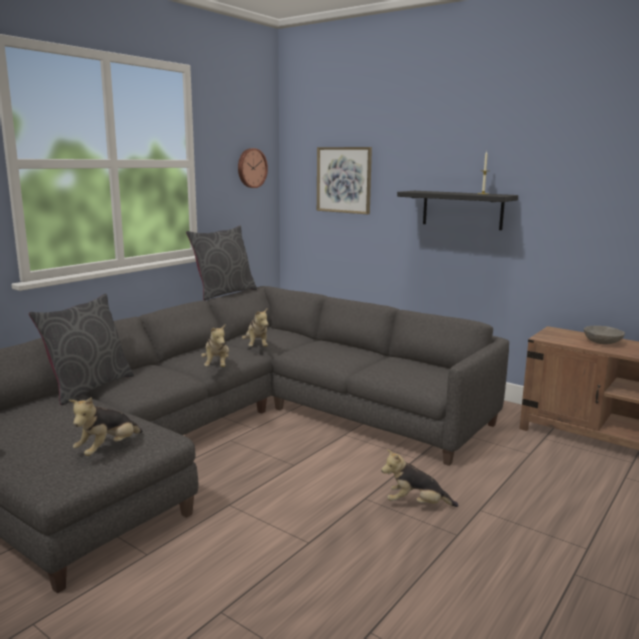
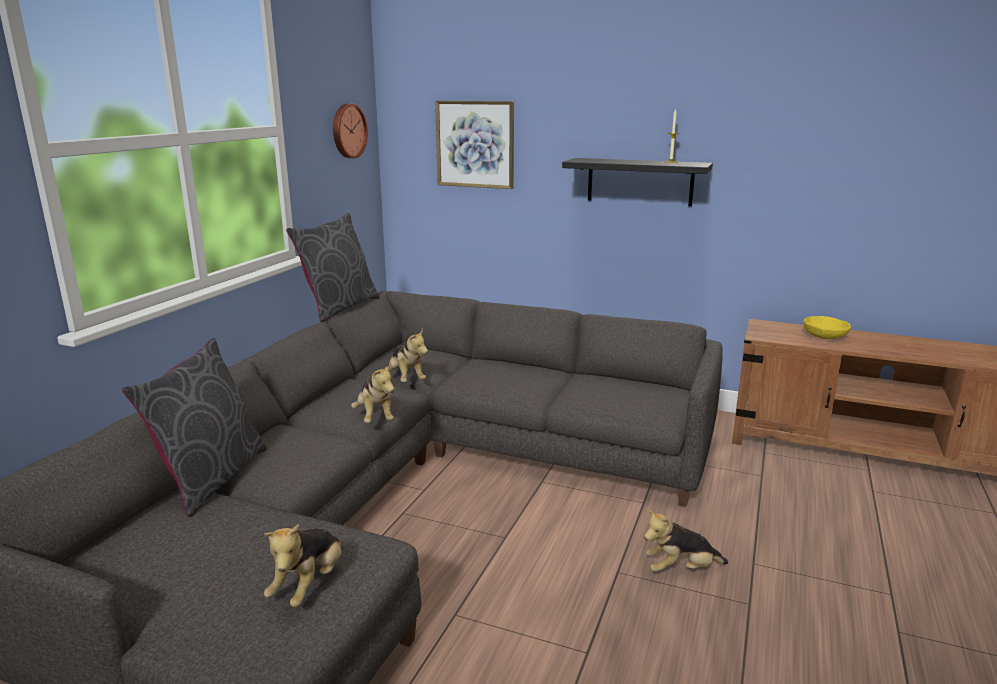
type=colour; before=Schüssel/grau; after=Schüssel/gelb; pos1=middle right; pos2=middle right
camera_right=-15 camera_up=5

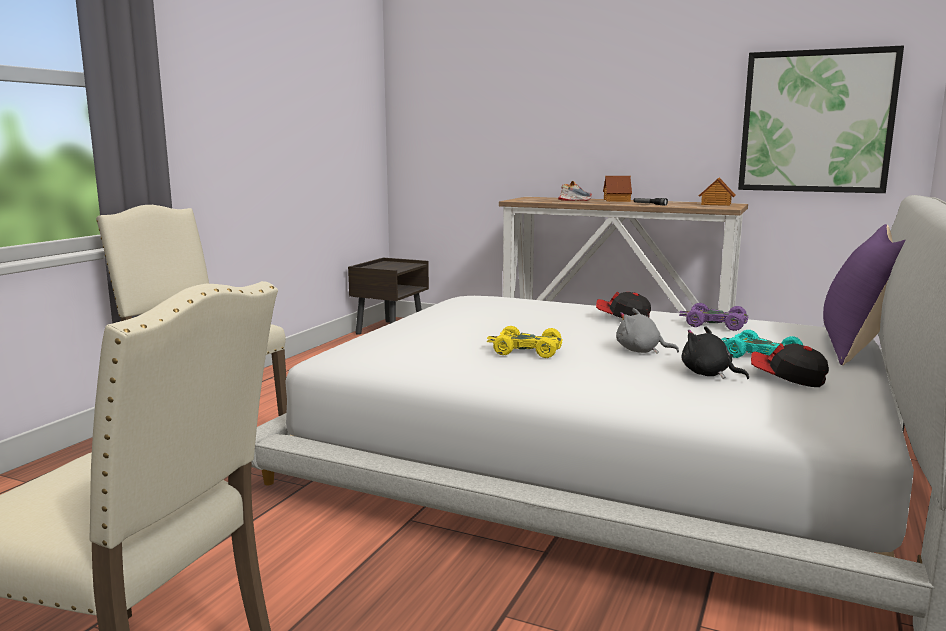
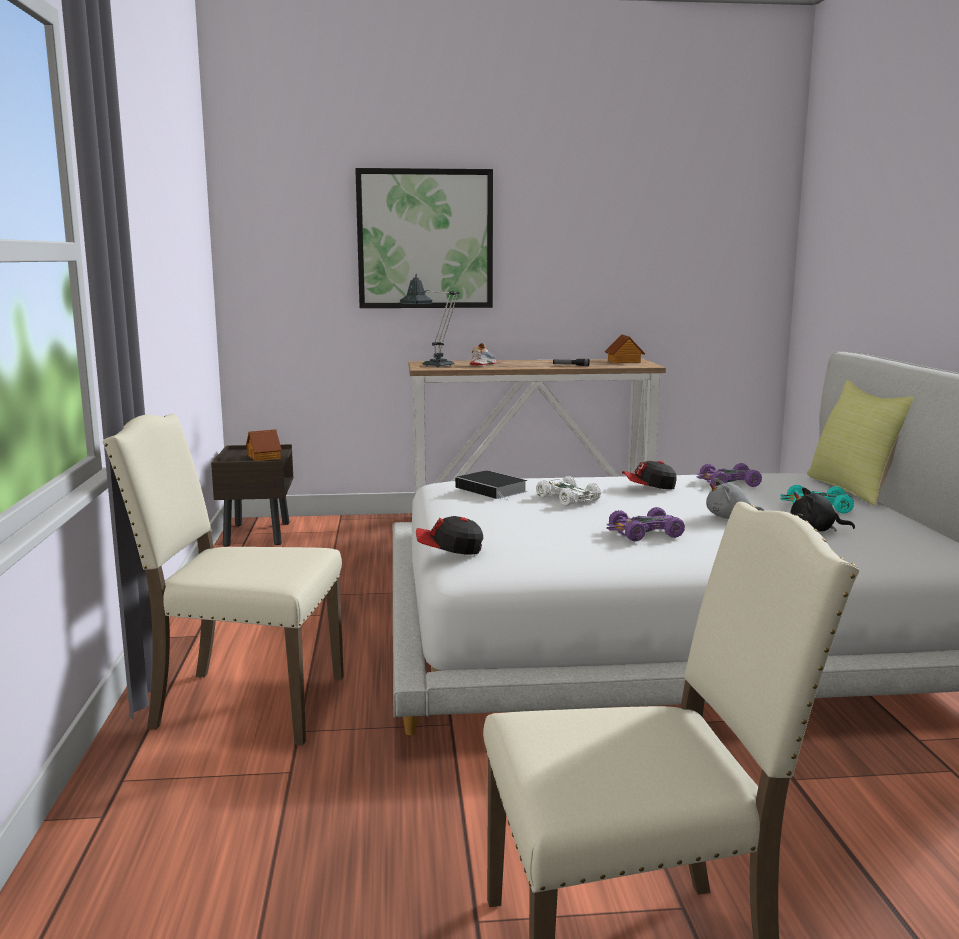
type=appeared; after=Tischlampe; pos2=centre
type=appeared; after=Buch; pos2=centre
type=appeared; after=Spielzeugauto/weiß; pos2=centre
type=relocated; before=Spielzeughaus (no. 1 from left); pos1=top centre; pos2=middle left
type=relocated; before=Bild; pos1=top right; pos2=top centre
type=relocated; before=Kappe (no. 2 from left in the first image); after=Kappe (no. 1 from left); pos1=middle right; pos2=centre
type=colour; before=Spielzeugauto/gelb; after=Spielzeugauto/lila (no. 1 from left); pos1=centre; pos2=middle right
type=colour; before=Kissen/lila; after=Kissen/gelb; pos1=middle right; pos2=middle right
camera_right=-30 camera_up=0

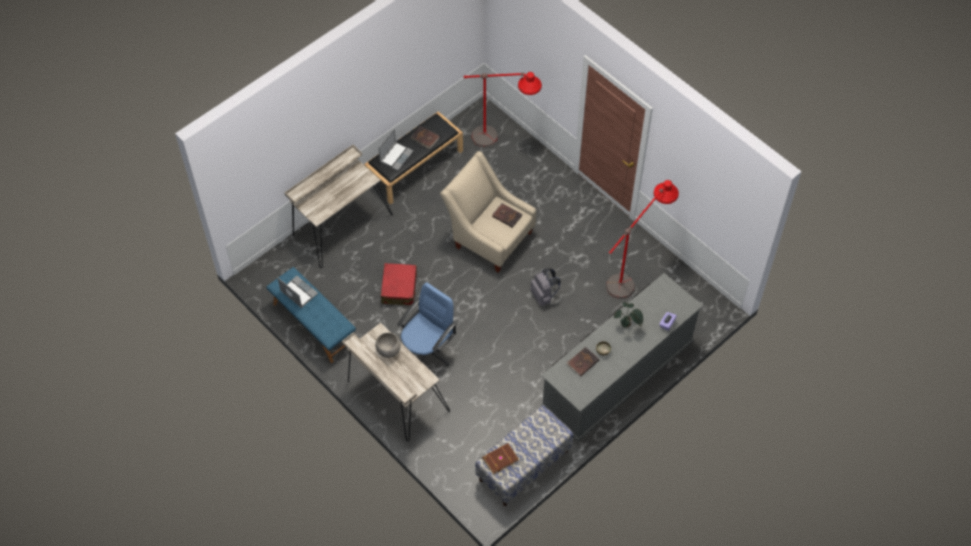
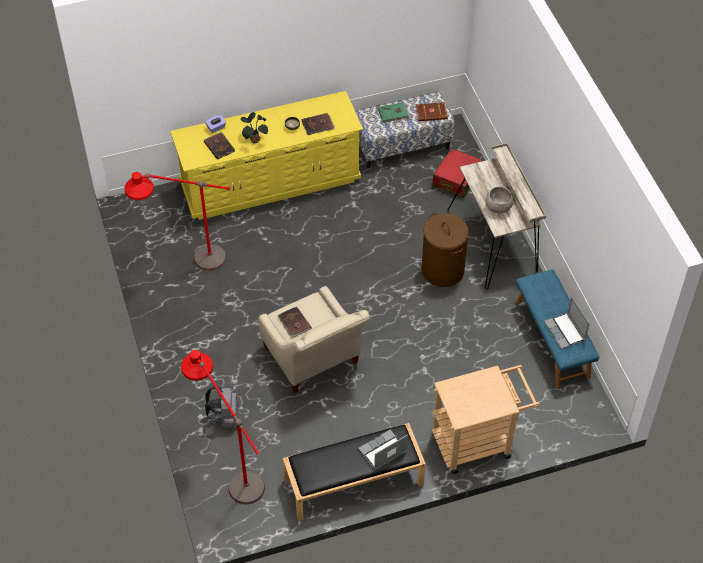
type=appeared; after=Buch/grün; pos2=top centre
type=relocated; before=Koffer/rot; pos1=centre; pos2=top centre
type=relocated; before=Buch/braun (no. 1 from left); pos1=top centre; pos2=top left
type=relocated; before=Rucksack/grau; pos1=centre; pos2=bottom left
type=exchanged; before=Schreibtisch/beige (no. 1 from left); after=Rollwagen/beige; pos1=centre; pos2=bottom right
type=exchanged; before=Bürostuhl/blau; after=Wäschekorb/braun; pos1=centre; pos2=centre
type=colour; before=Kommode/grau; after=Kommode/gelb; pos1=centre; pos2=top centre
camera_right=-155 camera_up=-5

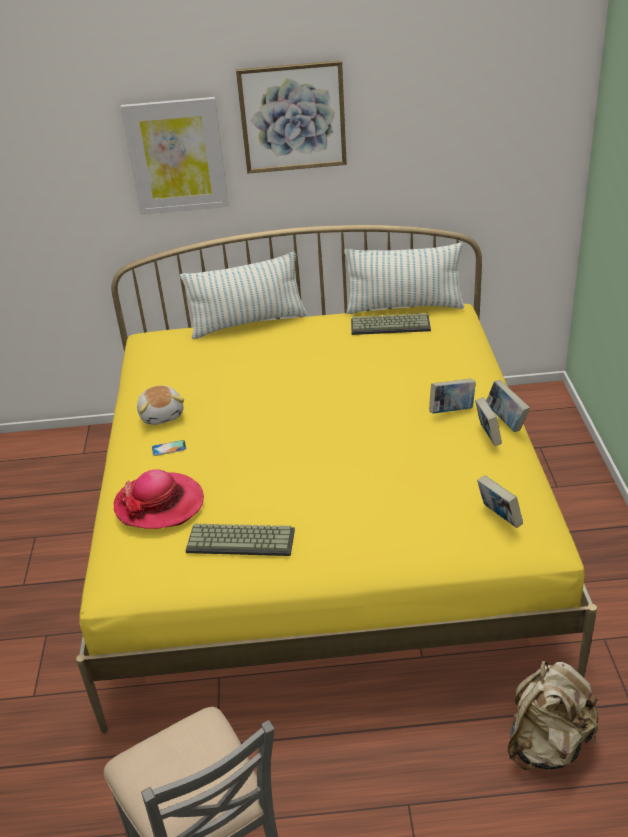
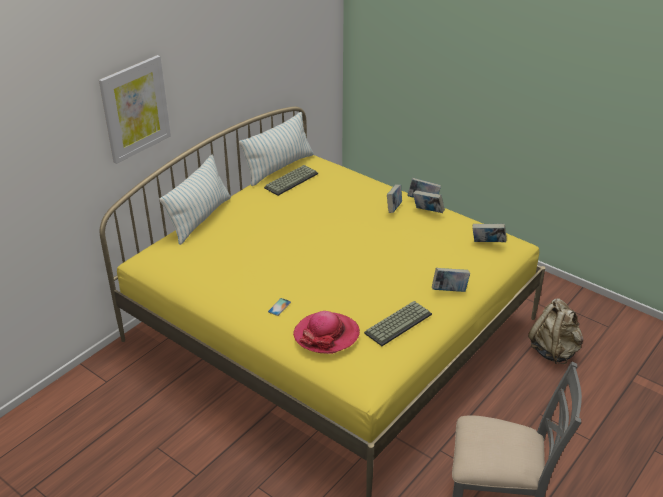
type=missing; before=Plüschtier; pos1=middle left
type=missing; before=Bild (no. 2 from left); pos1=top centre
type=appeared; after=Buch (no. 4 from left); pos2=middle right
camera_right=-50 camera_up=0

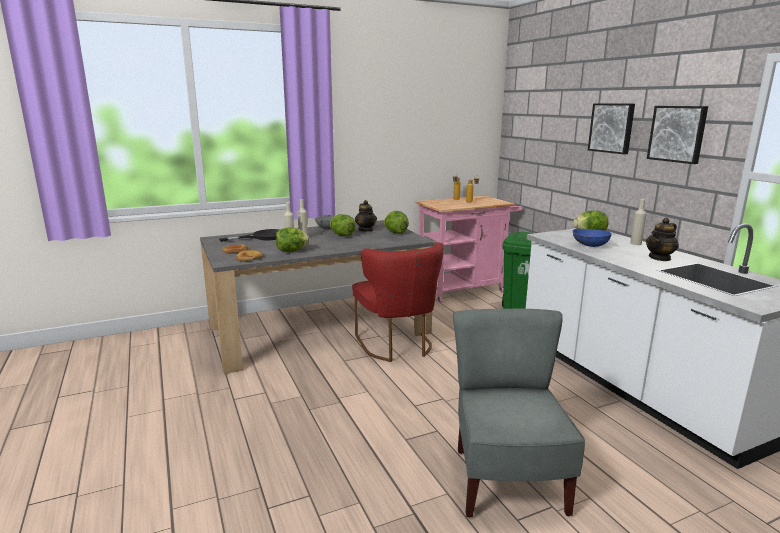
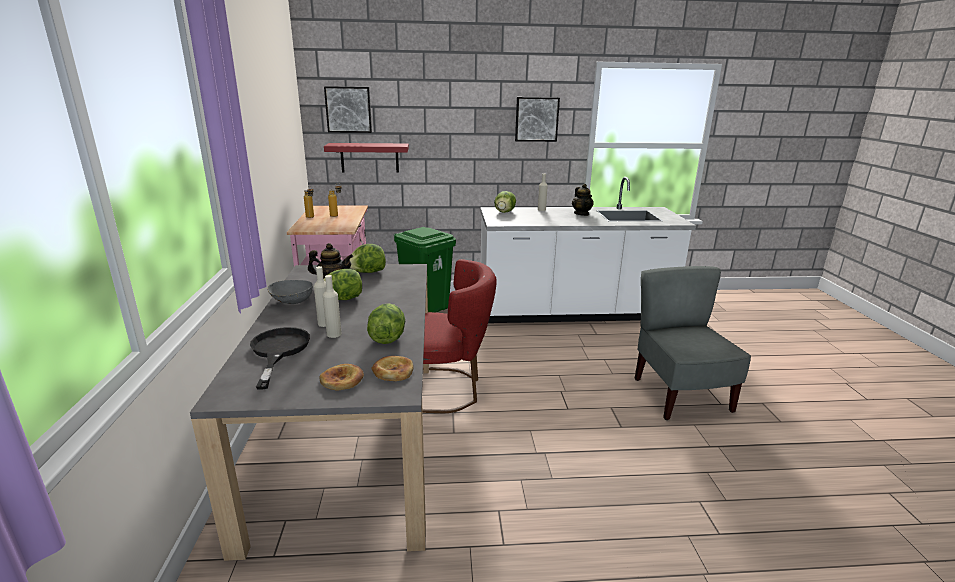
type=missing; before=Schüssel/blau; pos1=middle right
type=appeared; after=Wandregal/rot; pos2=top centre
type=relocated; before=Bild (no. 1 from left); pos1=top right; pos2=top centre
type=spun; before=Stuhl/grau; pos1=bottom centre; pos2=middle right; turn=60
camera_right=-70 camera_up=5

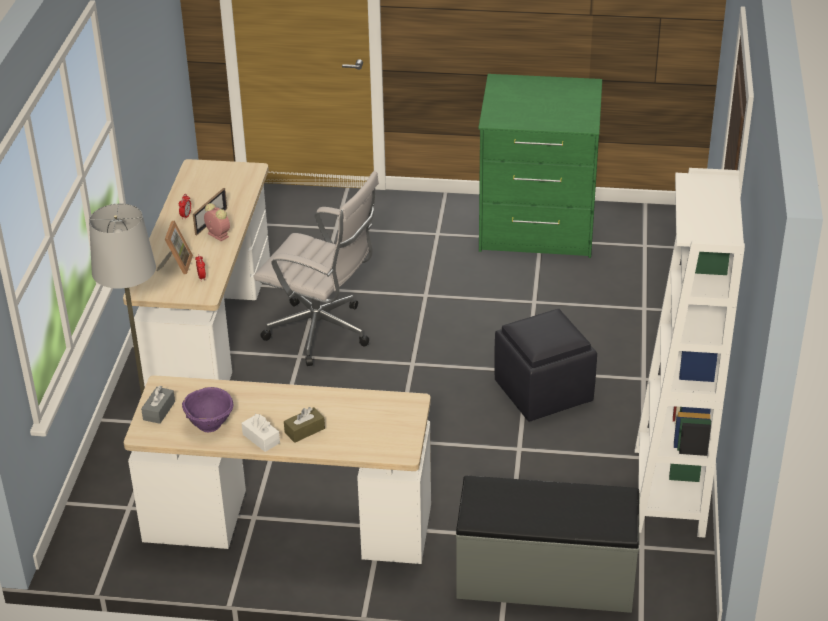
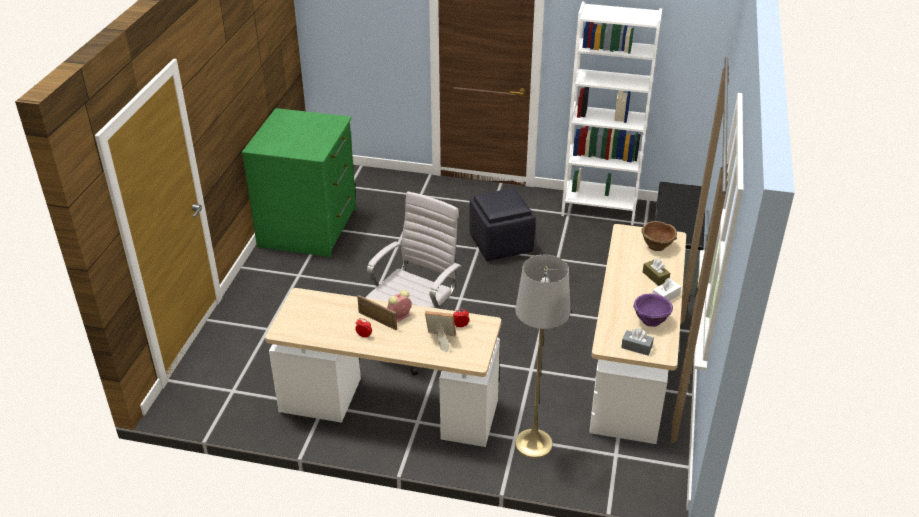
type=appeared; after=Schüssel/braun; pos2=middle right
camera_right=-85 camera_up=0

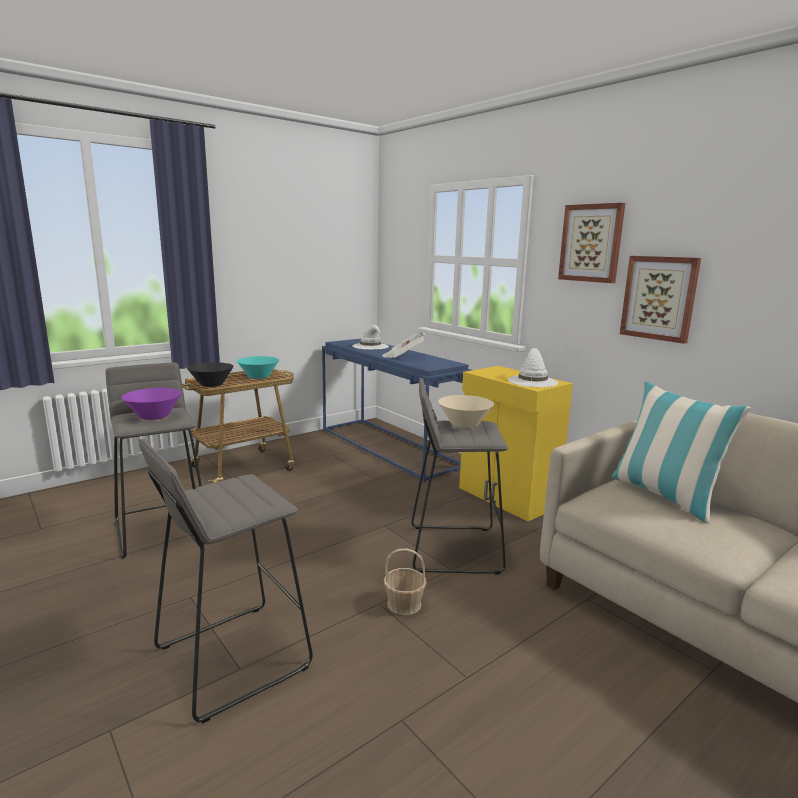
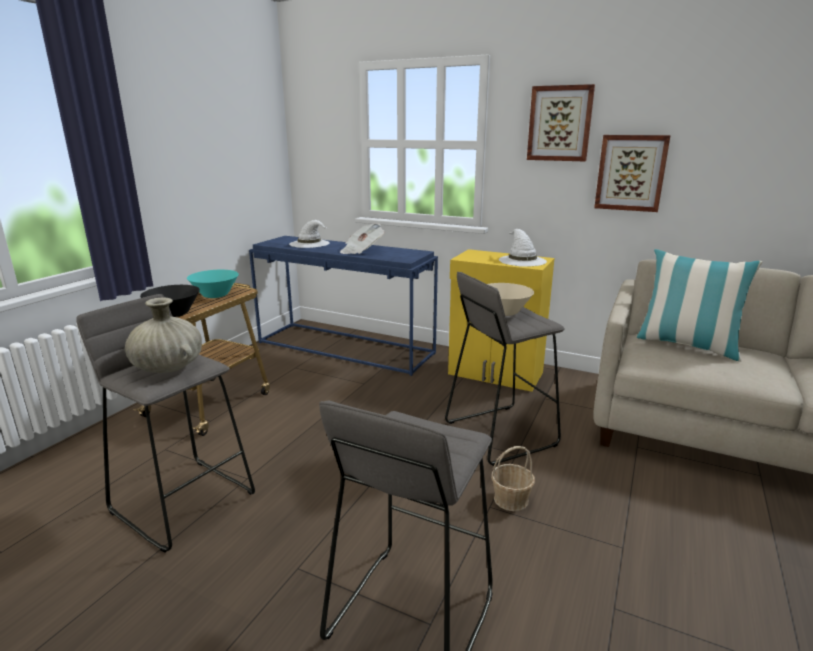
type=exchanged; before=Schüssel/lila; after=Vase/beige; pos1=middle left; pos2=middle left
camera_right=-25 camera_up=5

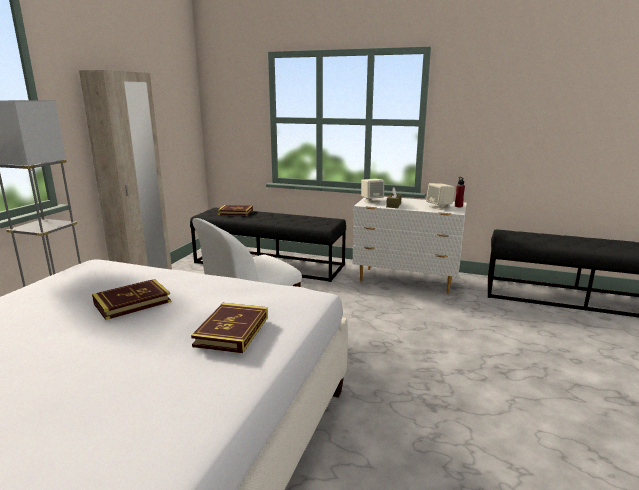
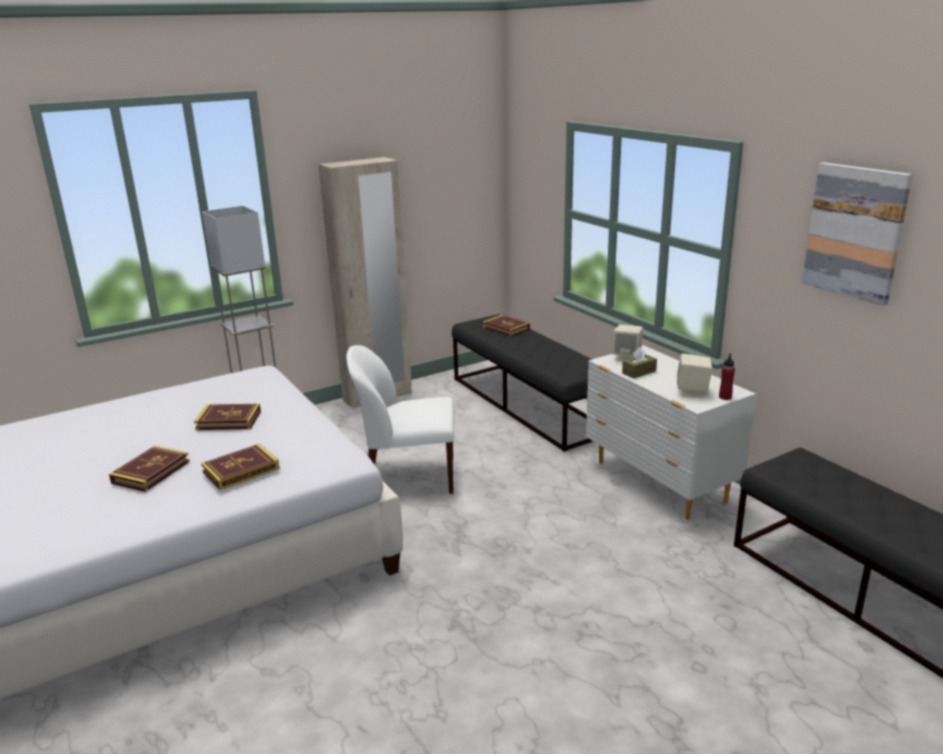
type=appeared; after=Buch (no. 1 from left); pos2=middle left
type=appeared; after=Bild; pos2=top right
camera_right=40 camera_up=5

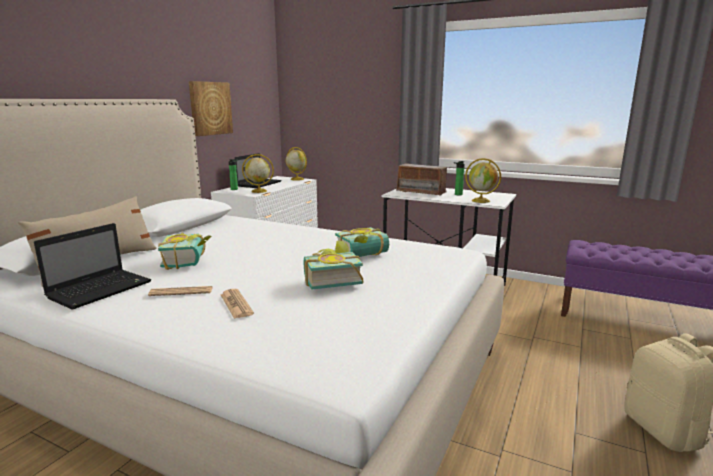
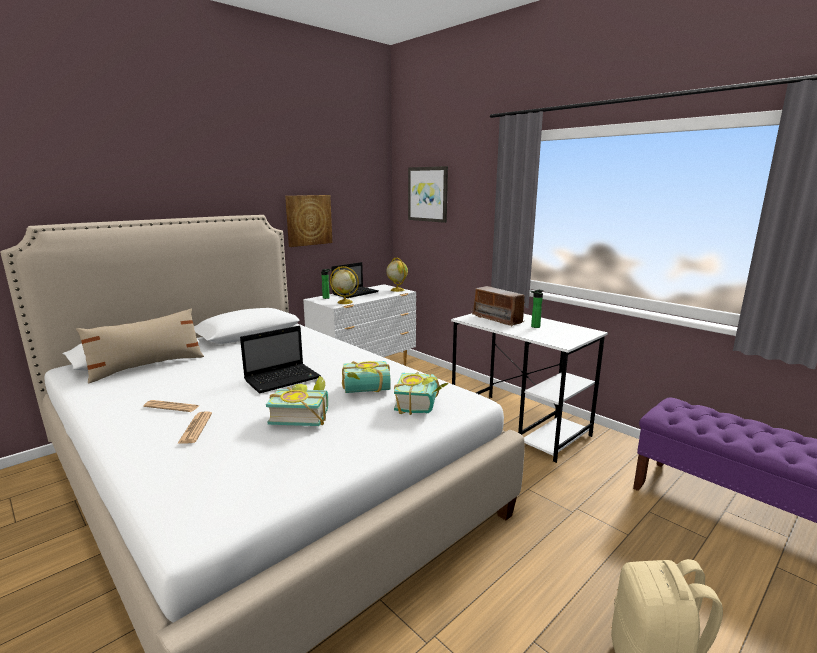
type=missing; before=Globus (no. 3 from left); pos1=middle right
type=appeared; after=Bild (no. 2 from left); pos2=top centre
type=relocated; before=Laptop (no. 1 from left); pos1=middle left; pos2=centre
type=relocated; before=Buch (no. 1 from left in the first image); after=Buch (no. 3 from left); pos1=middle left; pos2=centre
camera_right=20 camera_up=0

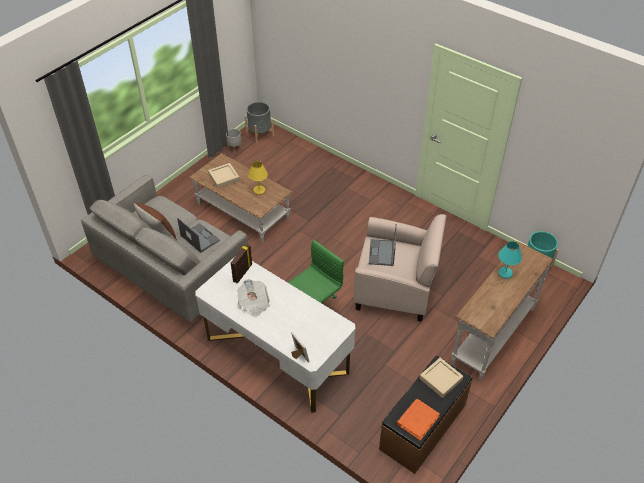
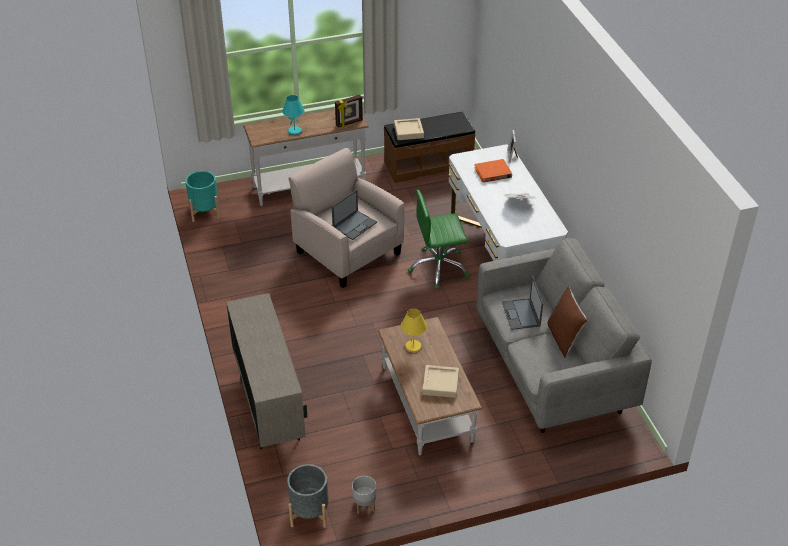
type=appeared; after=Schrank/beige; pos2=bottom centre
type=relocated; before=Bilderrahmen (no. 1 from left); pos1=centre; pos2=top centre
type=relocated; before=Buch/orange; pos1=bottom centre; pos2=top centre
camera_right=-145 camera_up=-5

